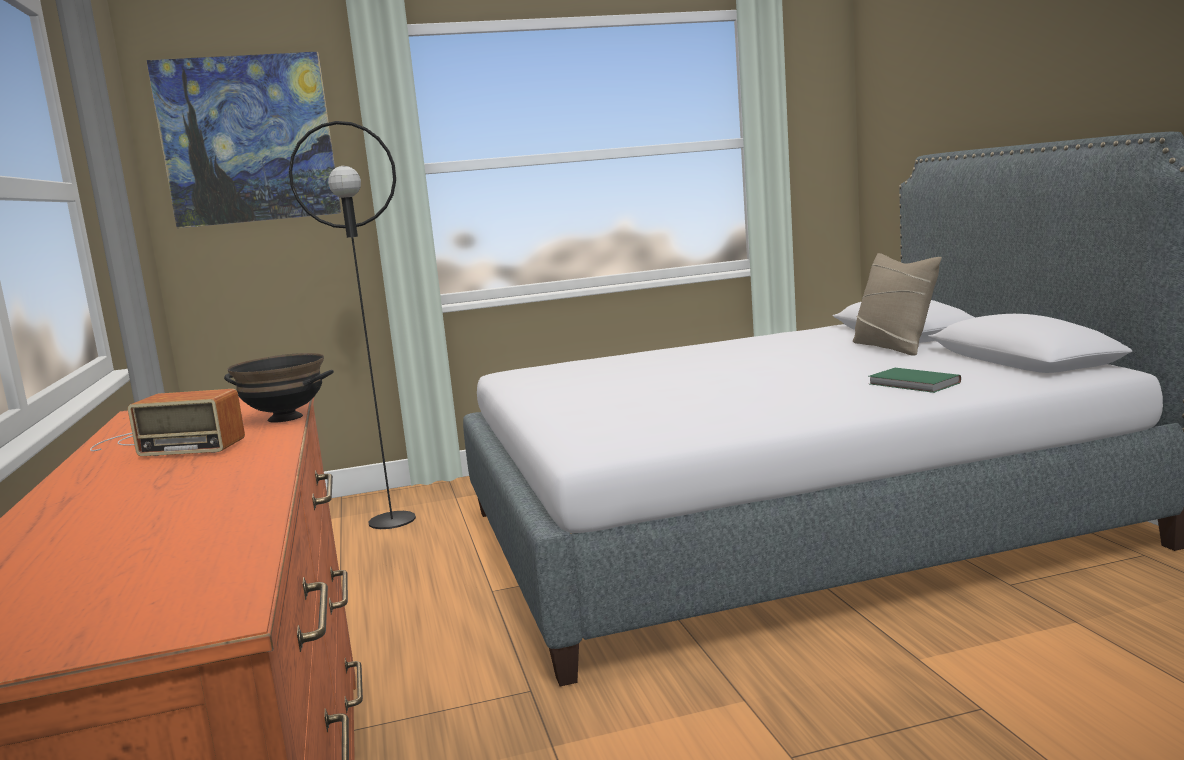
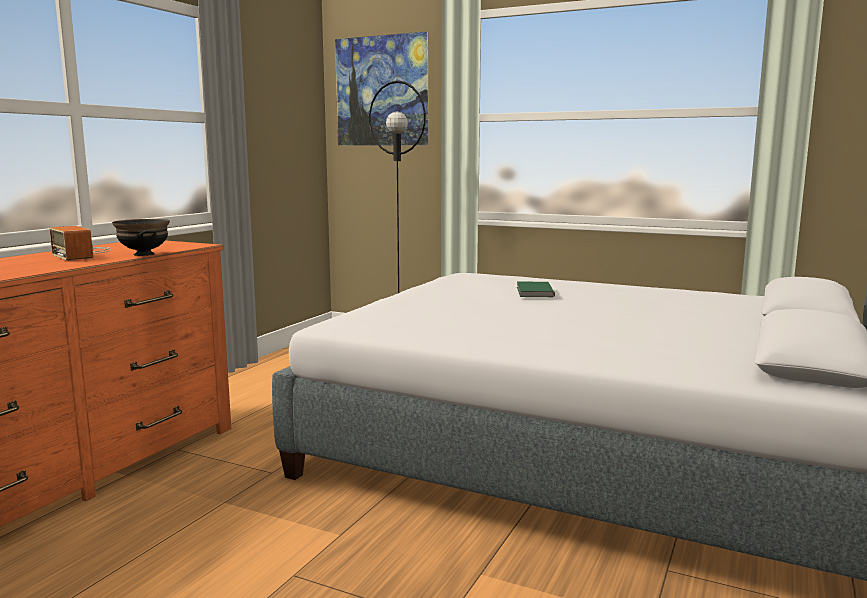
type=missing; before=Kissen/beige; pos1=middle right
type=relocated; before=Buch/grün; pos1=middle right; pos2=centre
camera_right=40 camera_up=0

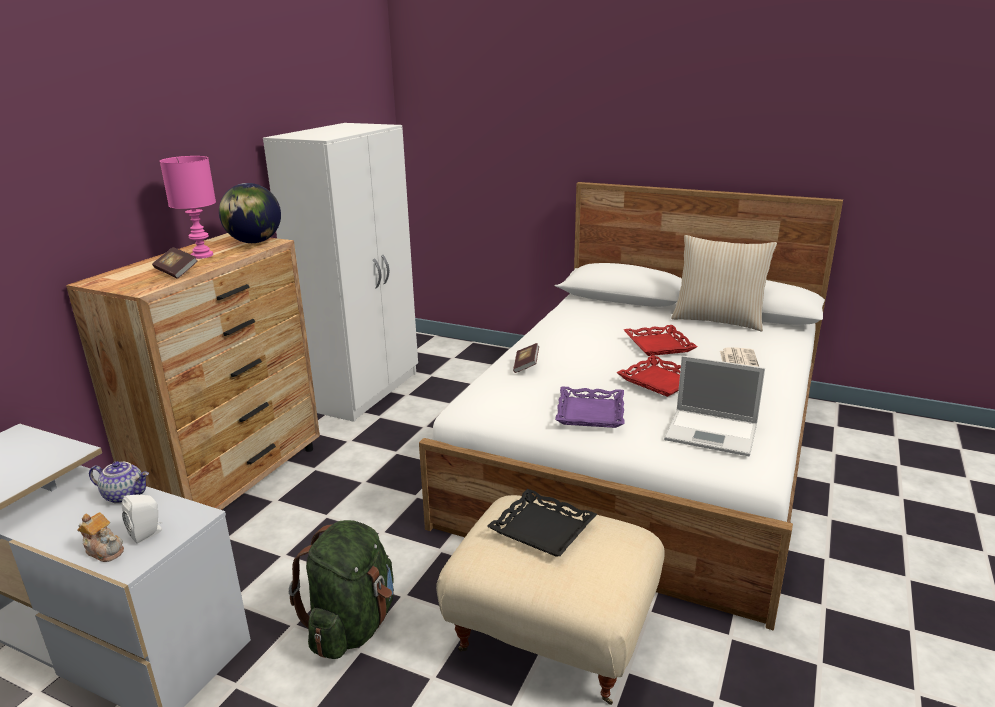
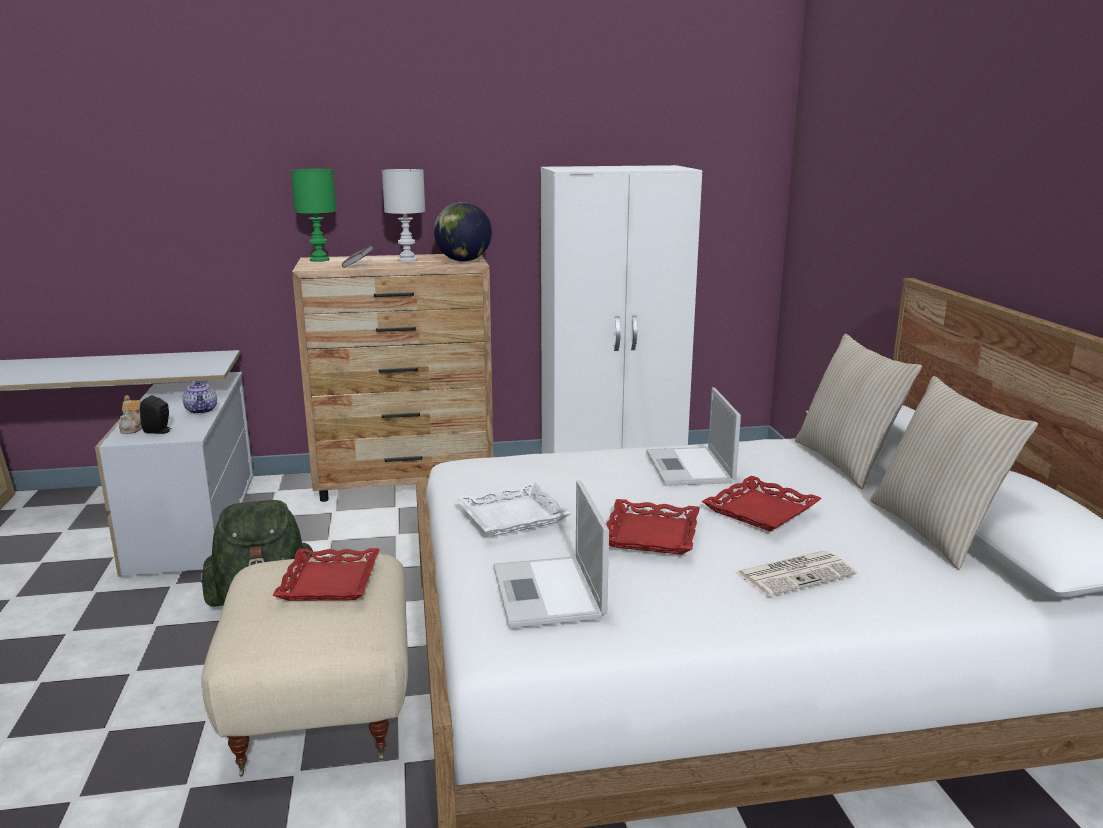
type=missing; before=Buch (no. 2 from left); pos1=centre
type=appeared; after=Tischlampe/grün; pos2=top left
type=appeared; after=Laptop (no. 2 from left); pos2=centre
type=appeared; after=Kissen/beige (no. 1 from left); pos2=middle right
type=colour; before=Lautsprecher/weiß; after=Lautsprecher/schwarz; pos1=bottom left; pos2=middle left
type=colour; before=Tischlampe/rosa; after=Tischlampe/weiß; pos1=top left; pos2=top centre
type=colour; before=Tablett/schwarz; after=Tablett/rot (no. 1 from left); pos1=bottom centre; pos2=bottom left
type=colour; before=Tablett/lila; after=Tablett/weiß; pos1=centre; pos2=centre
camera_right=55 camera_up=-5

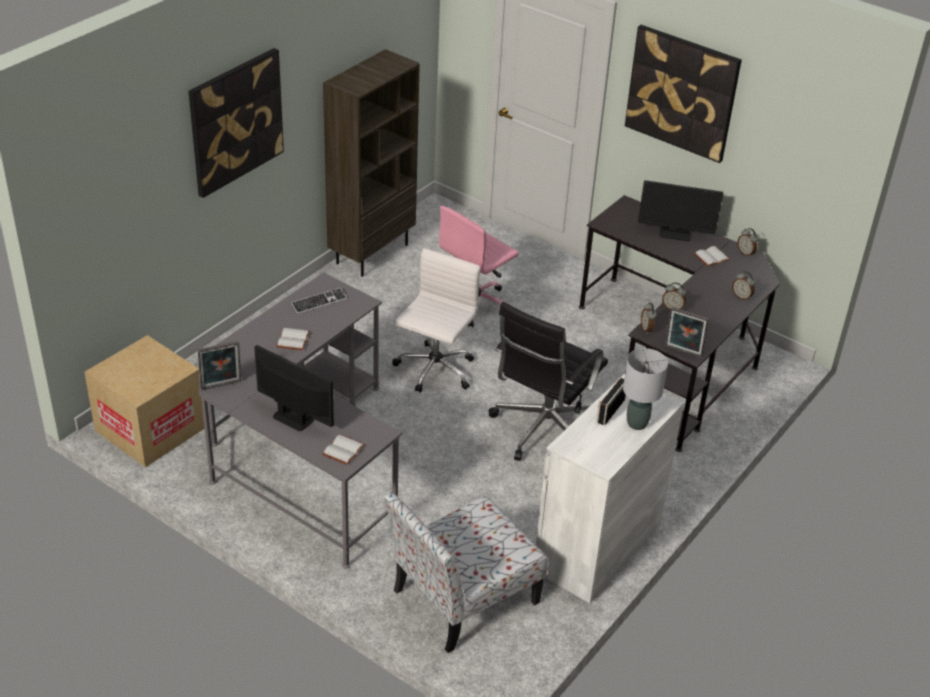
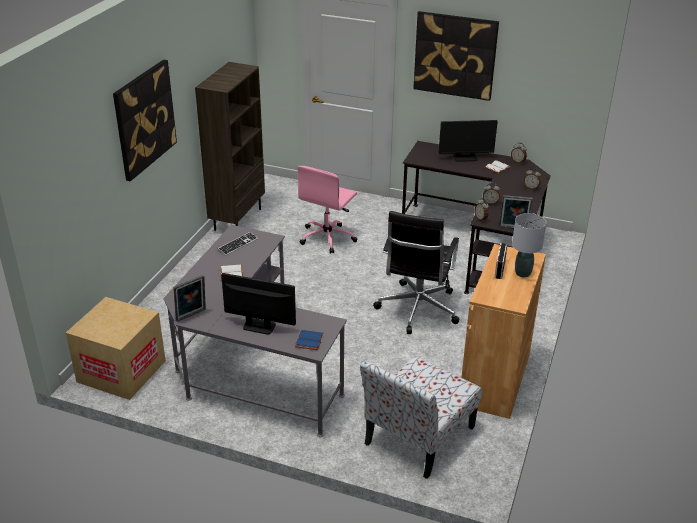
type=missing; before=Bürostuhl/weiß; pos1=centre
type=colour; before=Buch/weiß (no. 2 from left); after=Buch/blau; pos1=centre; pos2=centre
type=colour; before=Schrank/weiß; after=Schrank/braun; pos1=bottom centre; pos2=middle right
camera_right=-15 camera_up=-5

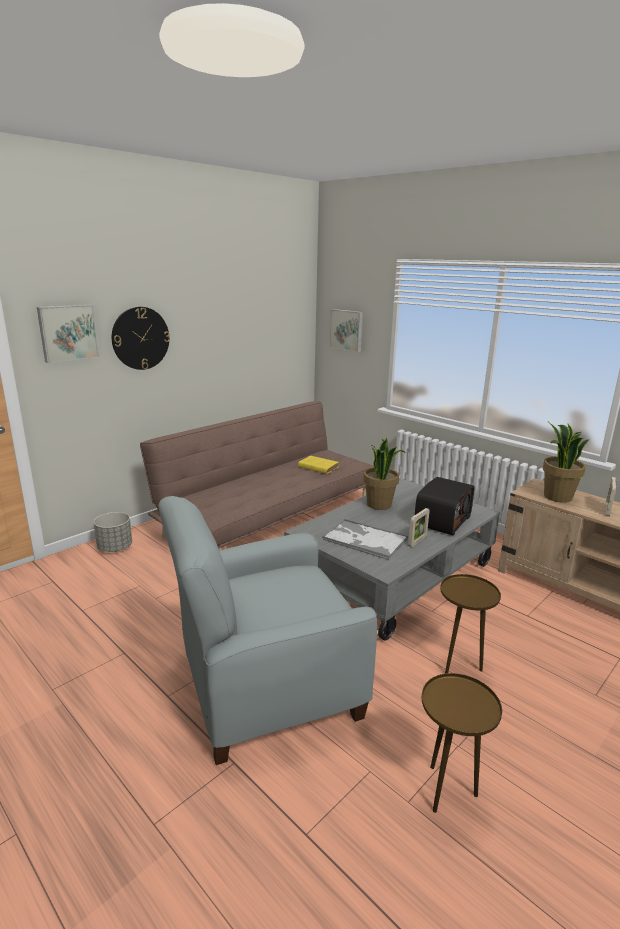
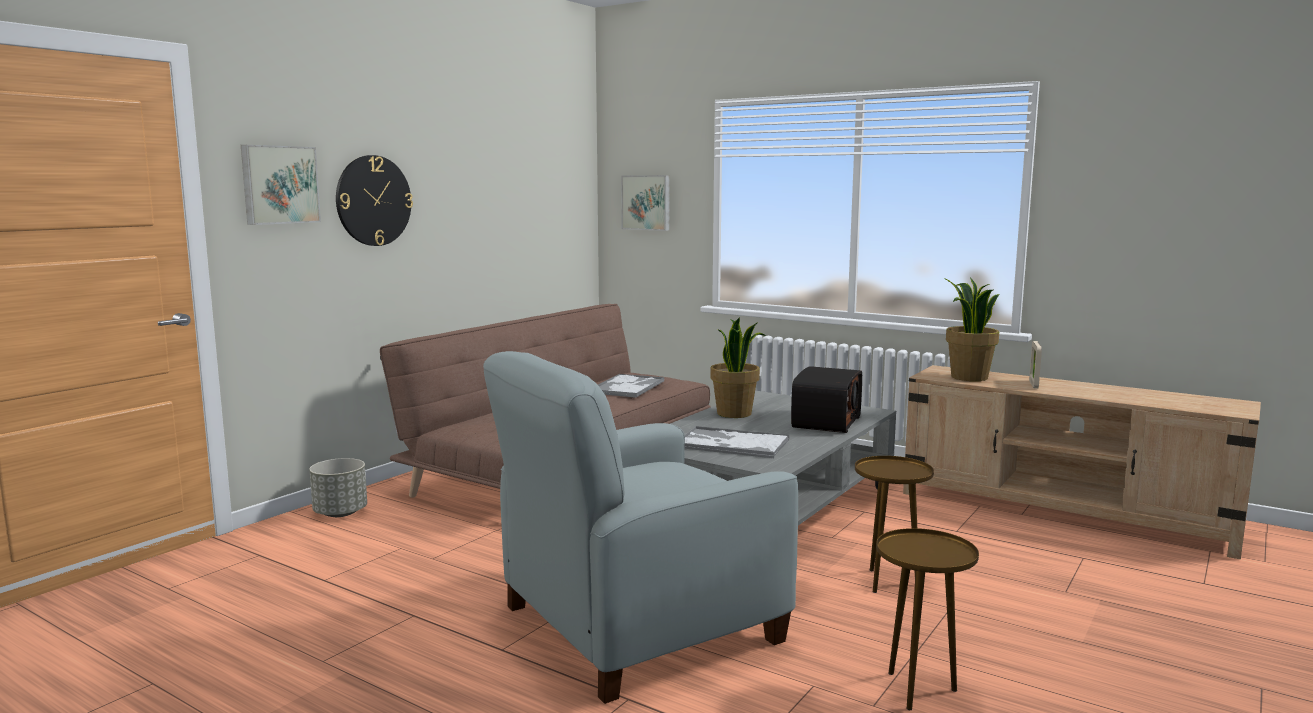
type=missing; before=Bilderrahmen (no. 1 from left); pos1=middle right
type=exchanged; before=Buch/gelb; after=Tablett (no. 1 from left); pos1=centre; pos2=centre
camera_right=-10 camera_up=-10

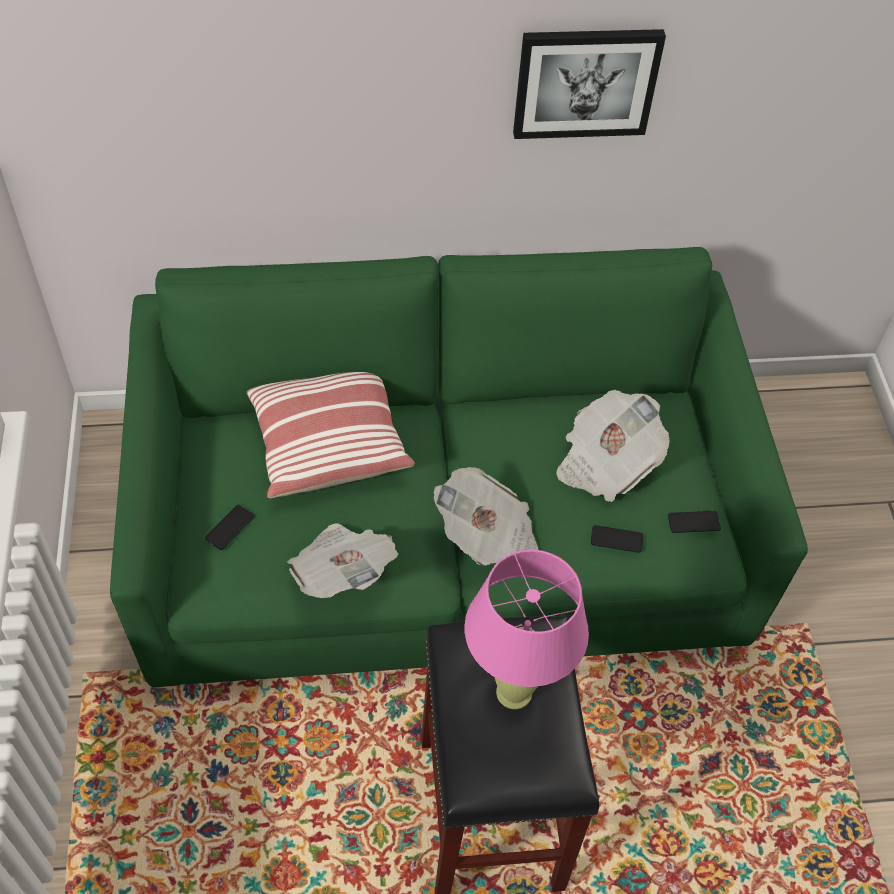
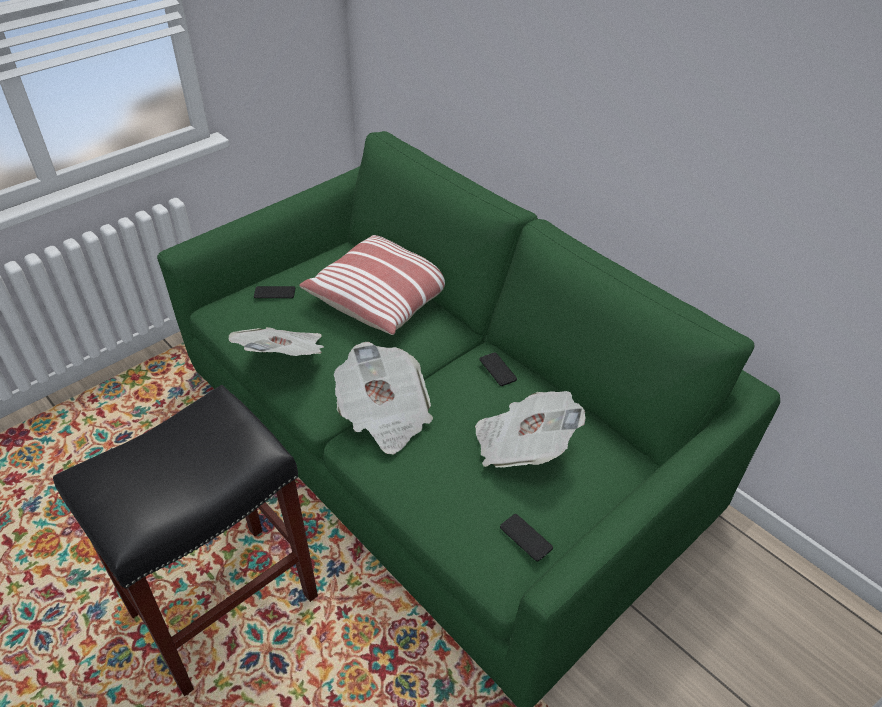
type=missing; before=Tischlampe/rosa; pos1=bottom centre
type=missing; before=Bild; pos1=top centre
type=relocated; before=Handy (no. 2 from left); pos1=middle right; pos2=centre
camera_right=55 camera_up=-10

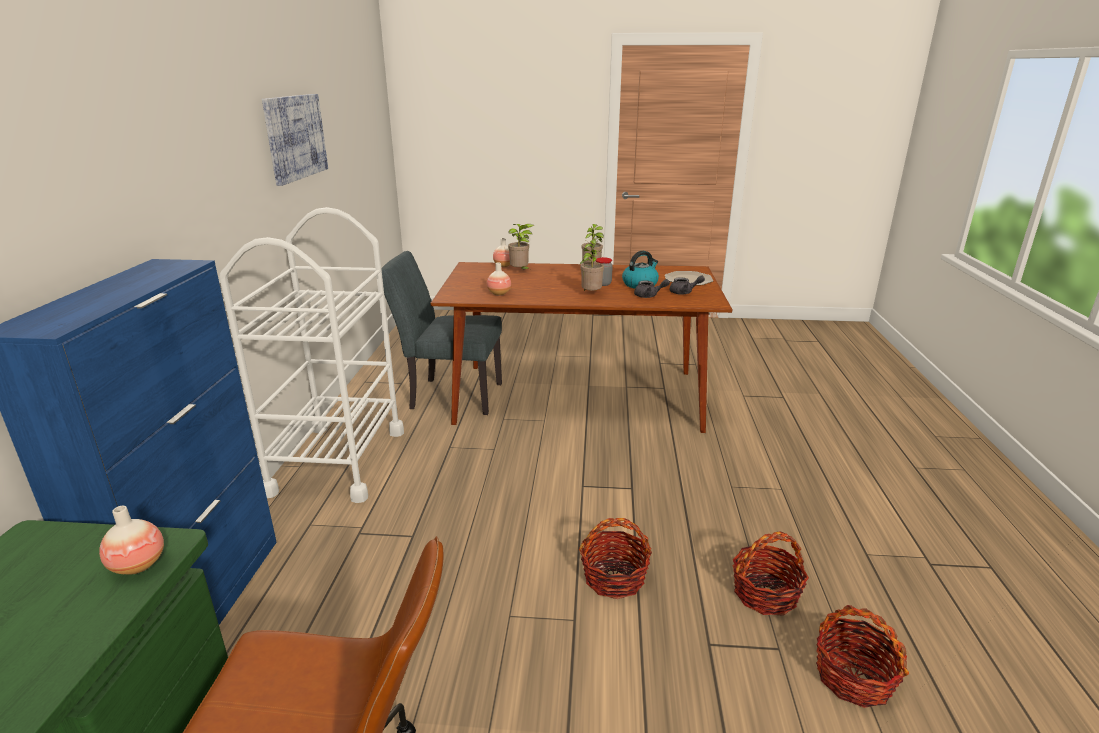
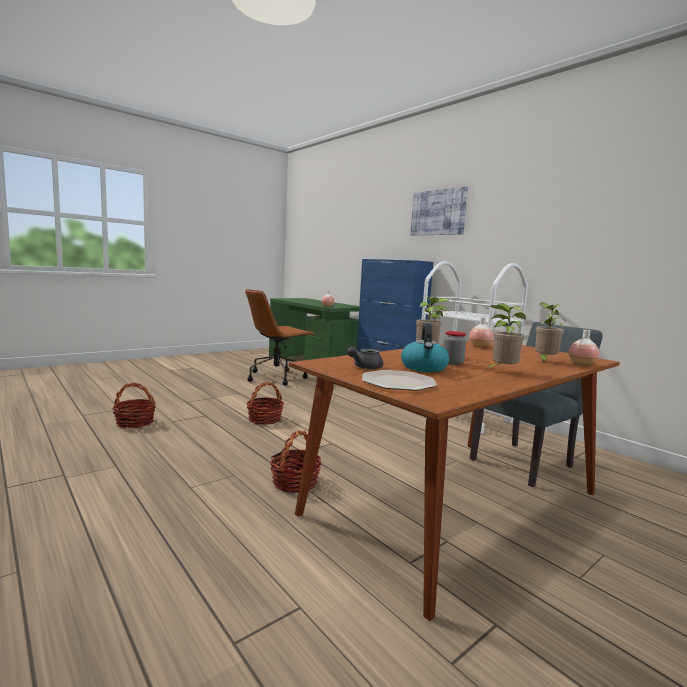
type=missing; before=Teekanne/grau (no. 1 from left); pos1=centre
type=relocated; before=Bild; pos1=top left; pos2=top centre
type=relocated; before=Korb (no. 2 from left in the first image); after=Korb (no. 3 from left); pos1=bottom right; pos2=bottom centre
camera_right=135 camera_up=-15

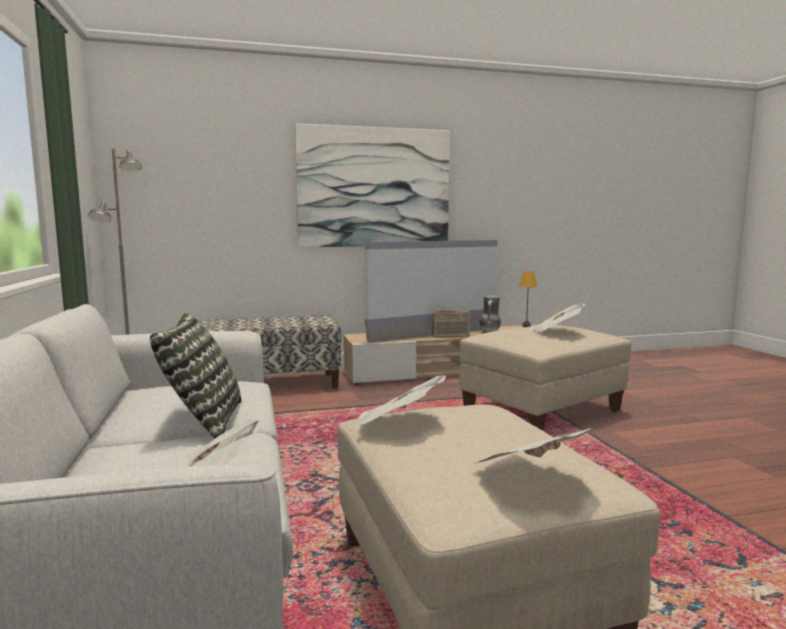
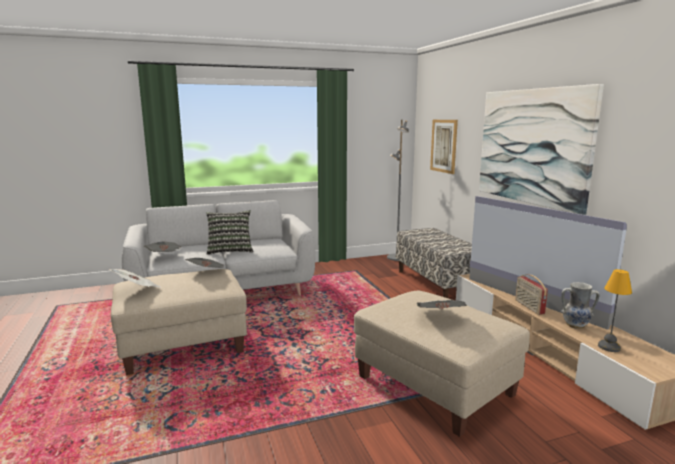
type=appeared; after=Bild (no. 1 from left); pos2=top centre
camera_right=85 camera_up=5

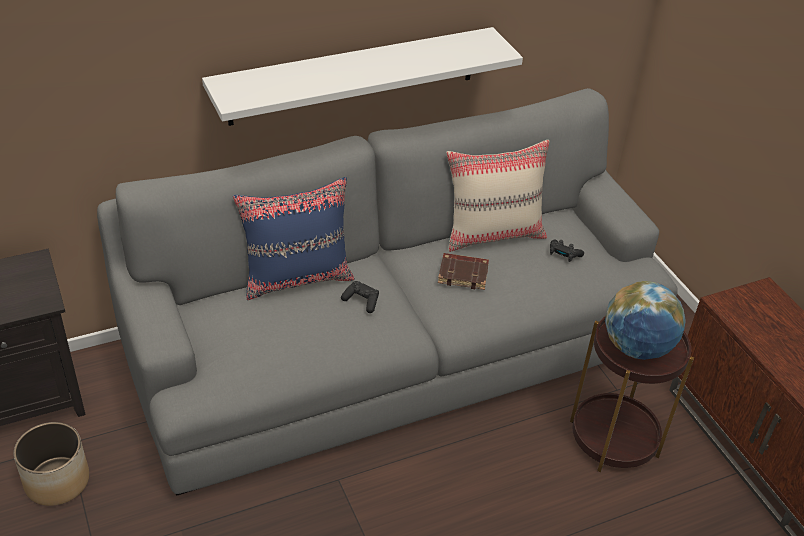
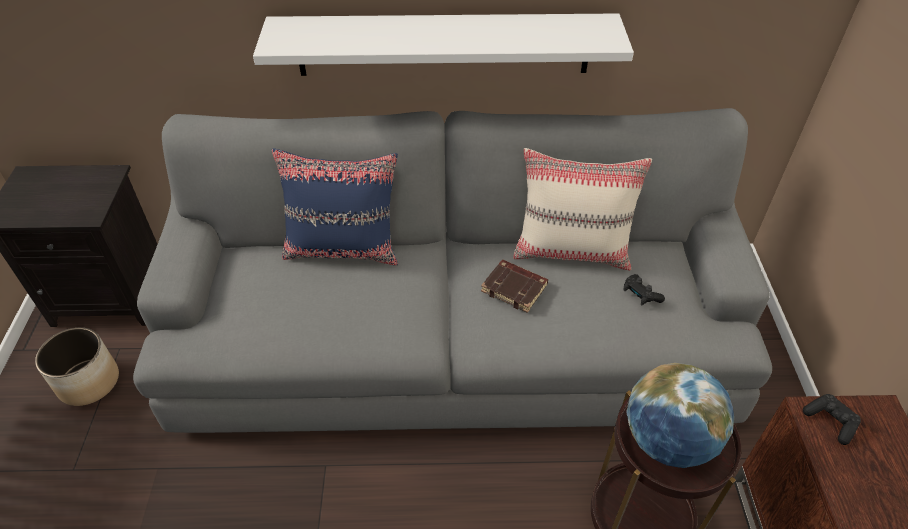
type=relocated; before=Gamepad/schwarz (no. 1 from left in the first image); after=Gamepad/schwarz (no. 2 from left); pos1=centre; pos2=bottom right
camera_right=25 camera_up=5

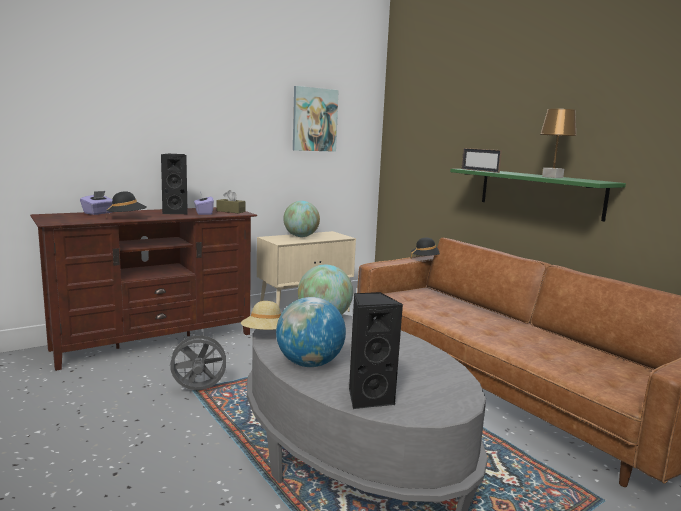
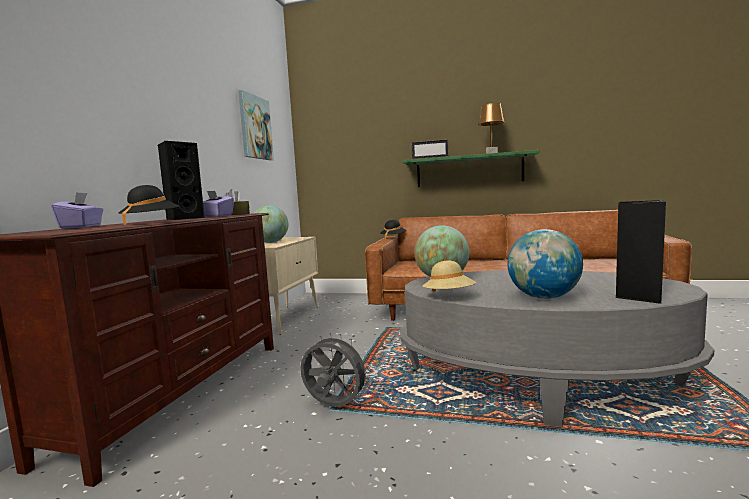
type=spun; before=Ventilator/grau; pos1=bottom left; pos2=bottom centre; turn=75
camera_right=-40 camera_up=-5

